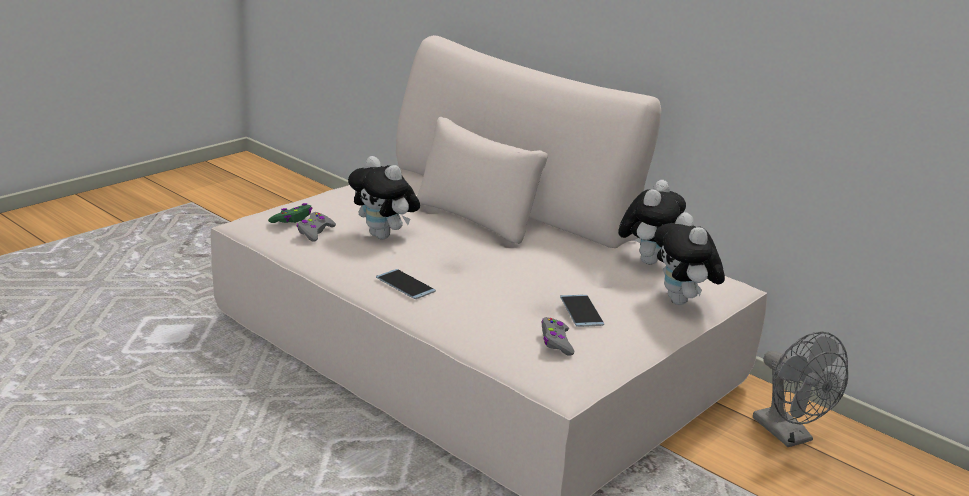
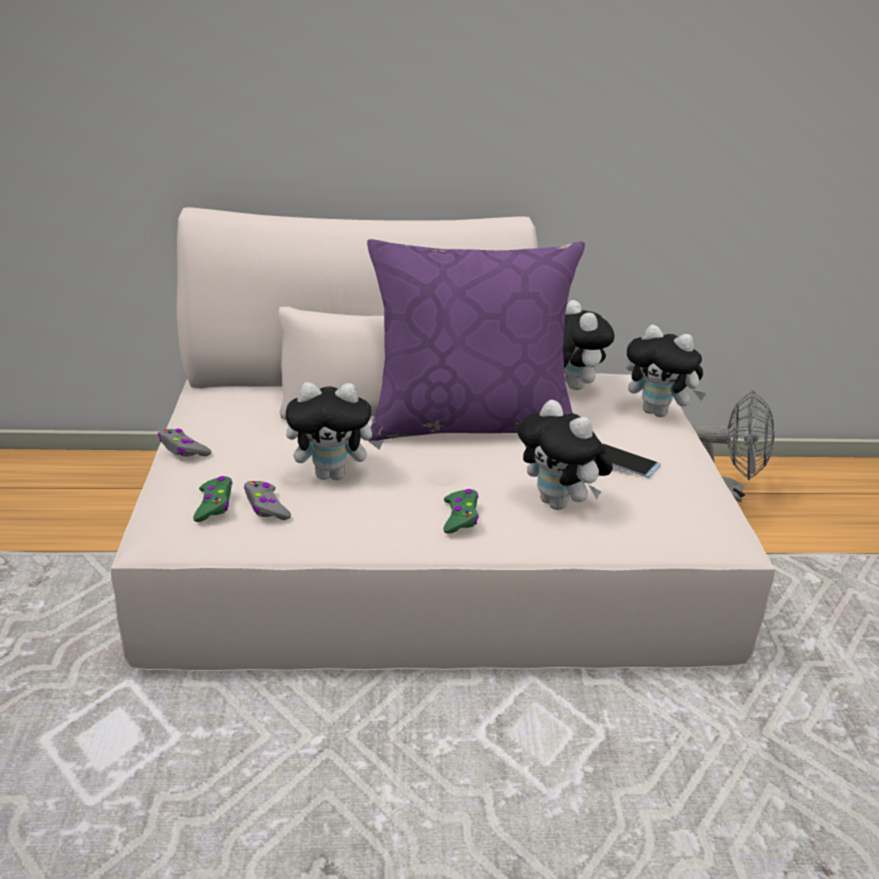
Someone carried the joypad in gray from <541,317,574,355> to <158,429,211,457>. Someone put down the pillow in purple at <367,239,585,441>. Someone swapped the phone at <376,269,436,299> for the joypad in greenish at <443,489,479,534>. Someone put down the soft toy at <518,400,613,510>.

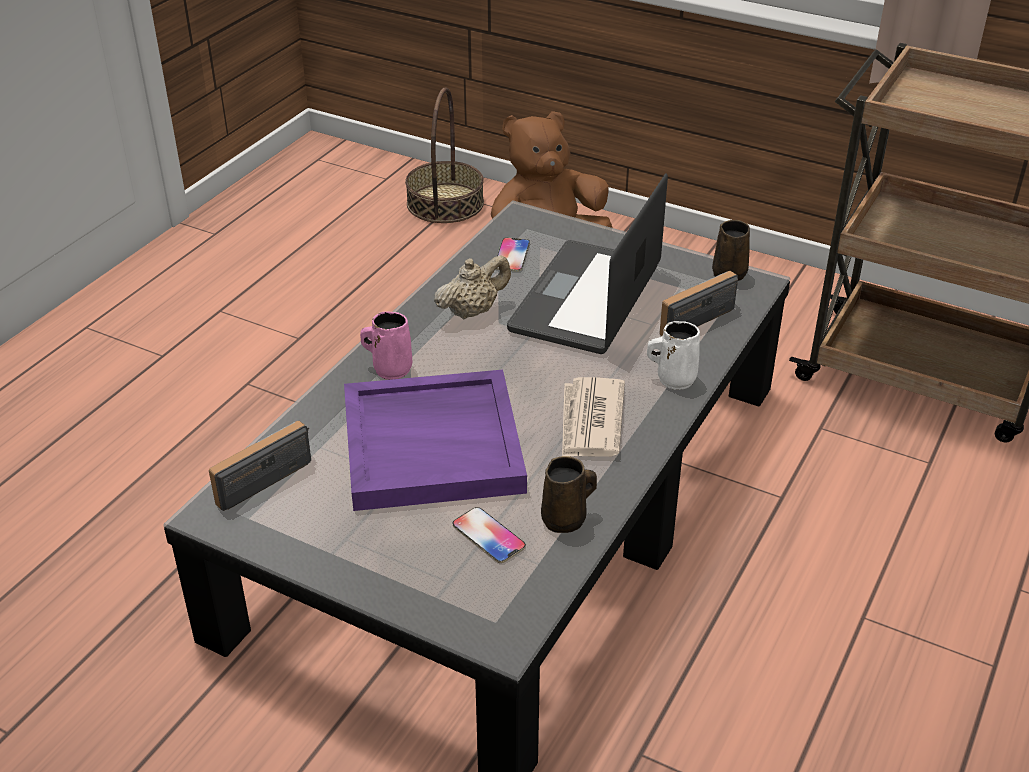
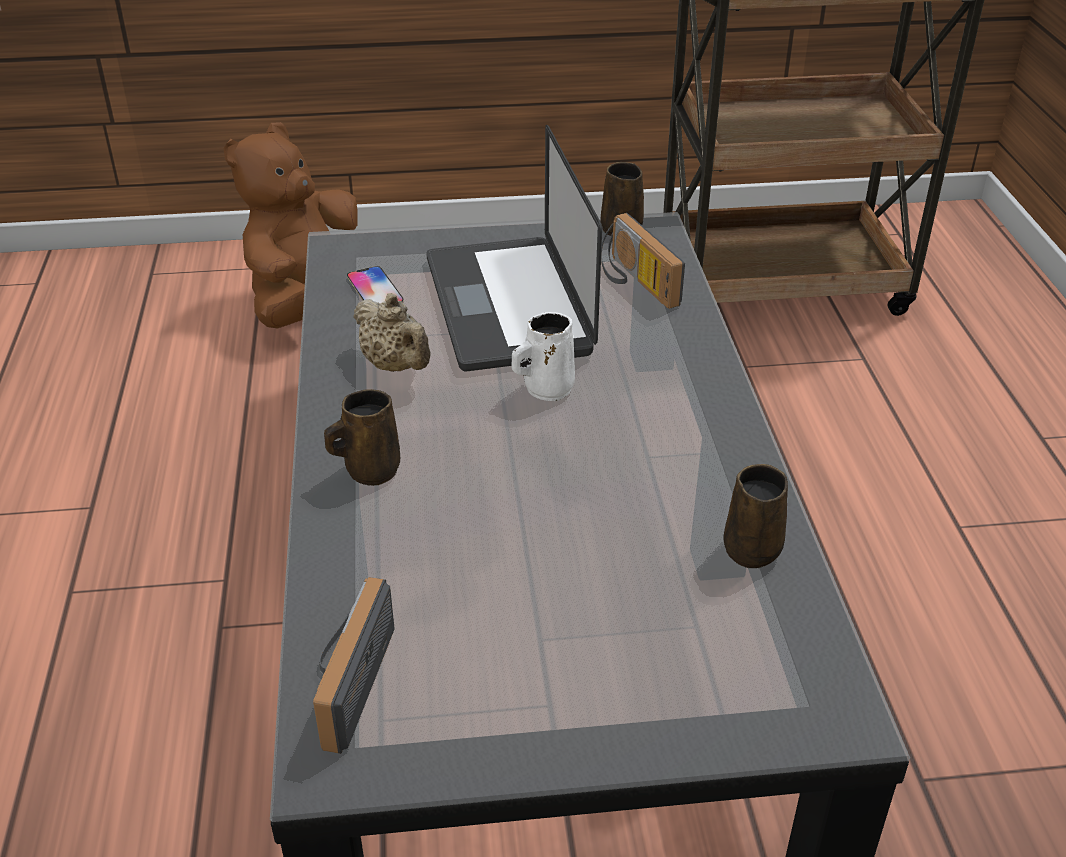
Someone repainted the mug in pink-coloured at <360,312,412,380>, which became the mug in brown at <324,389,400,486>. Someone rotated the tea pot in beige-coloured at <434,255,511,319> by 120 degrees clockwise. Someone carried the mug in white-coloured from <647,321,700,390> to <512,312,575,401>. Someone rotated the radio set at <660,271,738,336> by 45 degrees counterclockwise. Someone took away the serving tray in purple at <344,370,527,511>. Someone took away the storage basket at <405,87,484,223>. Someone took away the phone at <453,507,526,563>. Someone took away the printed paper at <562,377,625,457>.

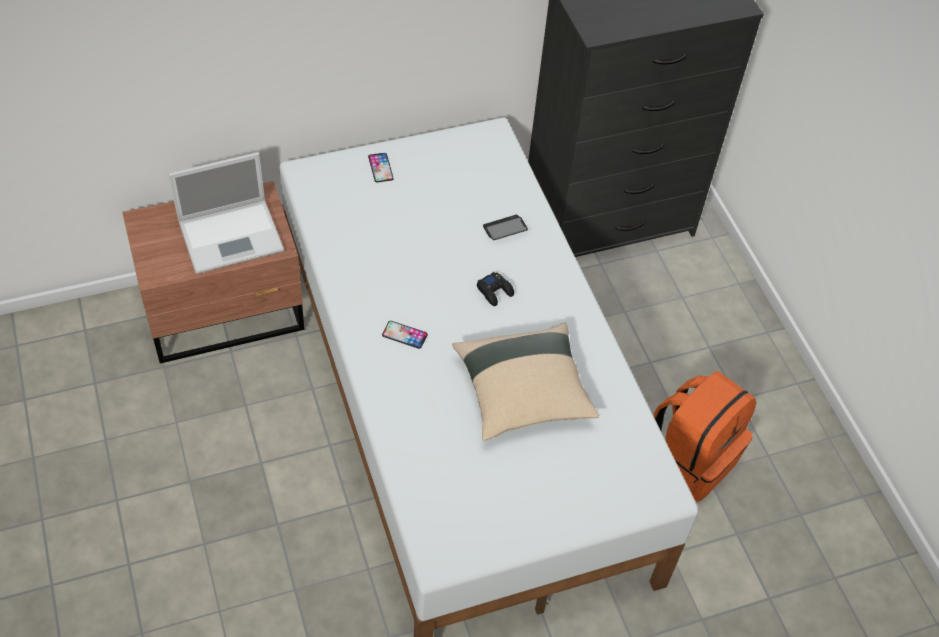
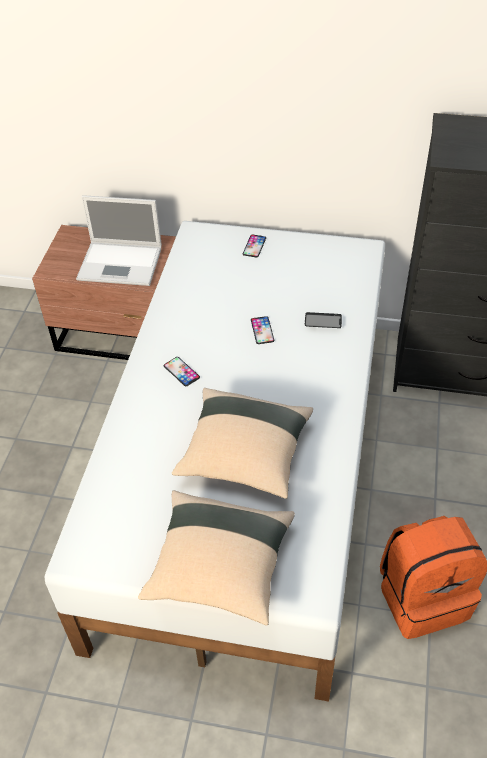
Someone put down the pillow in beige-coloured at <138,490,295,626>. Someone put down the phone at <251,316,274,344>. Someone took away the joypad in black-coloured at <477,272,514,306>.

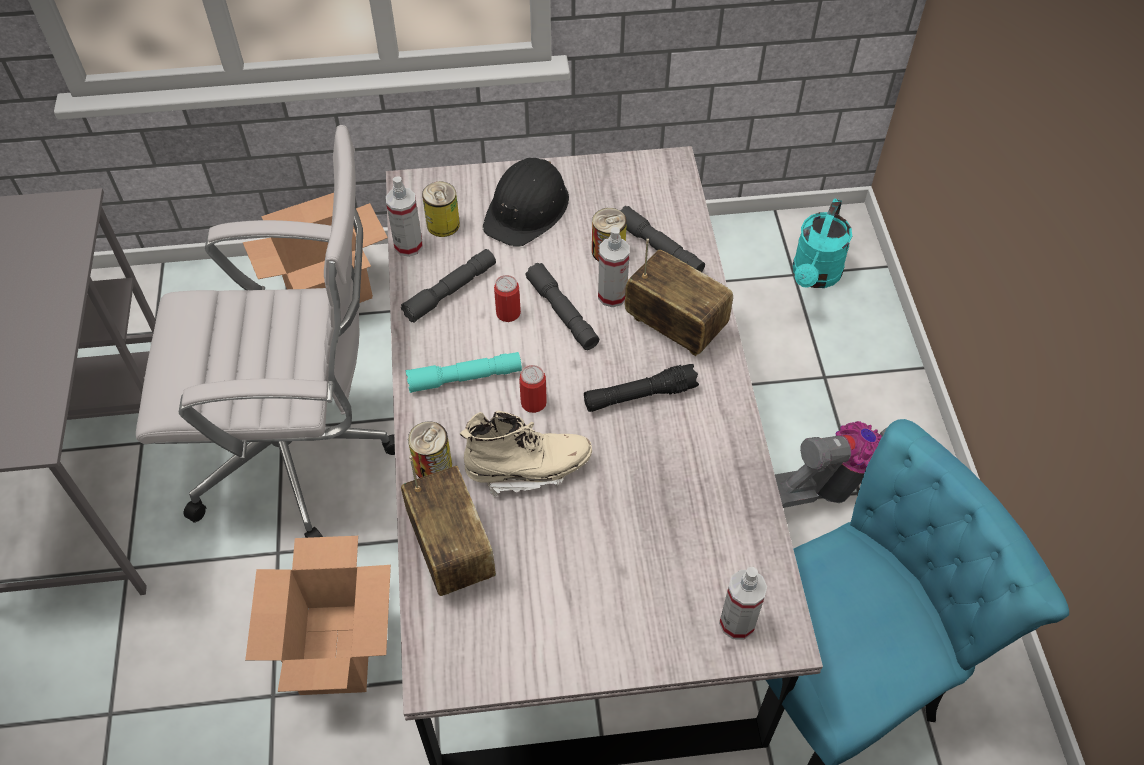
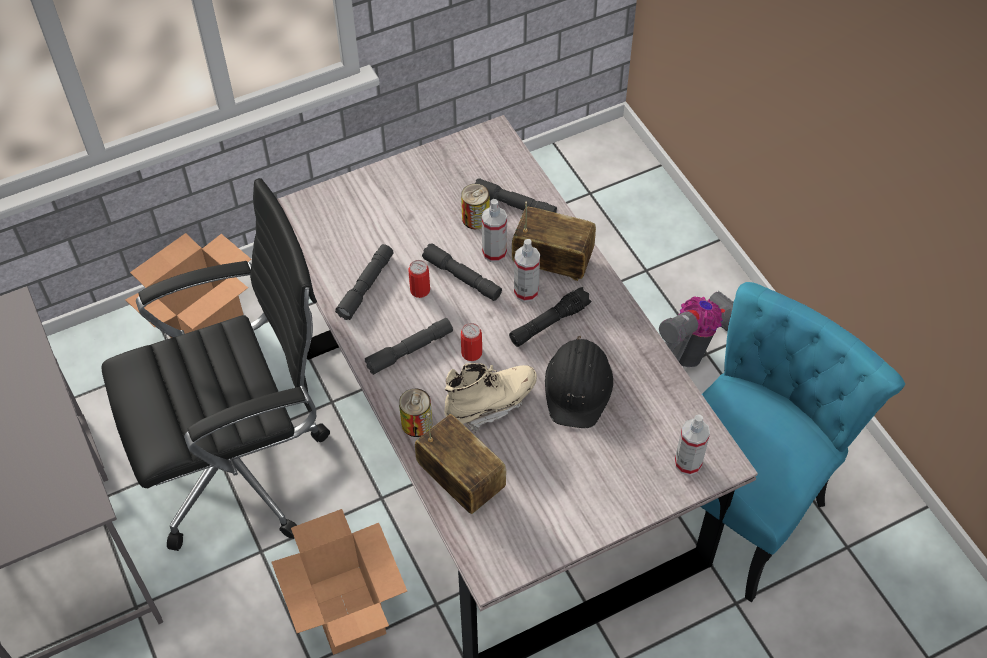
Someone repainted the computer chair in white-coloured at <136,125,395,538>, which became the computer chair in black-coloured at <102,178,330,551>. Someone repainted the hand torch in turquoise at <406,352,522,393>, which became the hand torch in gray at <365,318,453,375>. Someone carried the hand sprayer from <386,176,423,257> to <514,239,540,302>. Someone carried the hard hat in black-coloured from <483,158,569,247> to <545,335,613,428>. Someone took away the sealed can at <422,182,460,237>. Someone took away the sprinkling can in turquoise at <793,199,852,288>.

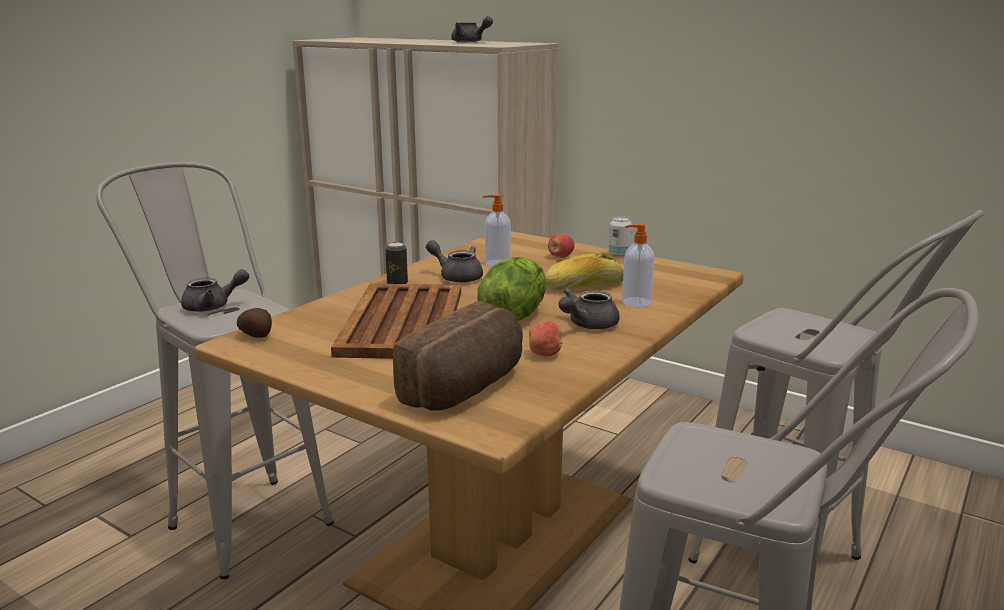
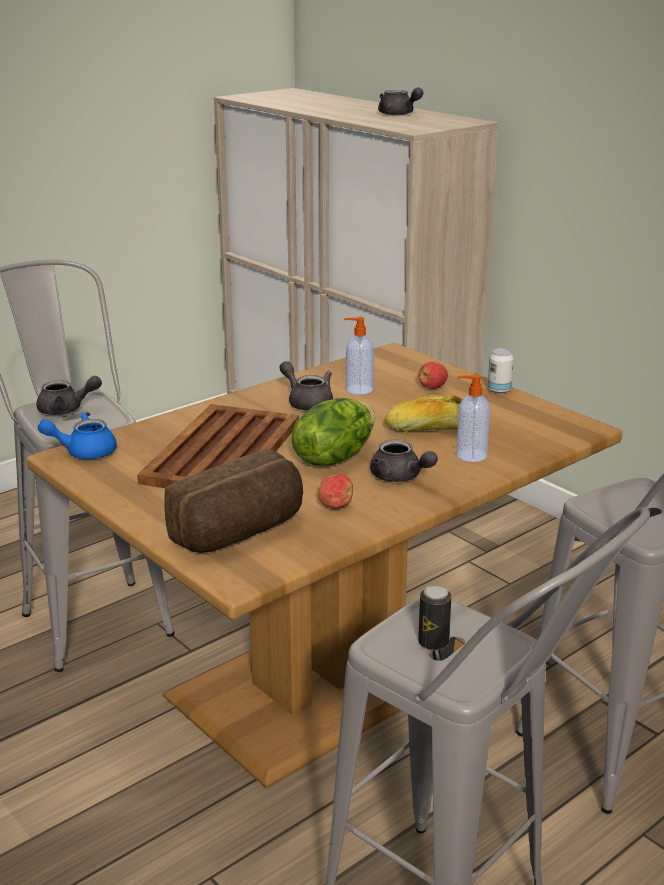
Someone swapped the whole potato at <237,308,272,338> for the tea pot in blue-coloured at <38,412,117,459>. Someone rotated the tea pot in gray at <558,289,620,329> by 105 degrees counterclockwise. Someone carried the sealed can from <385,242,408,284> to <418,585,452,650>.

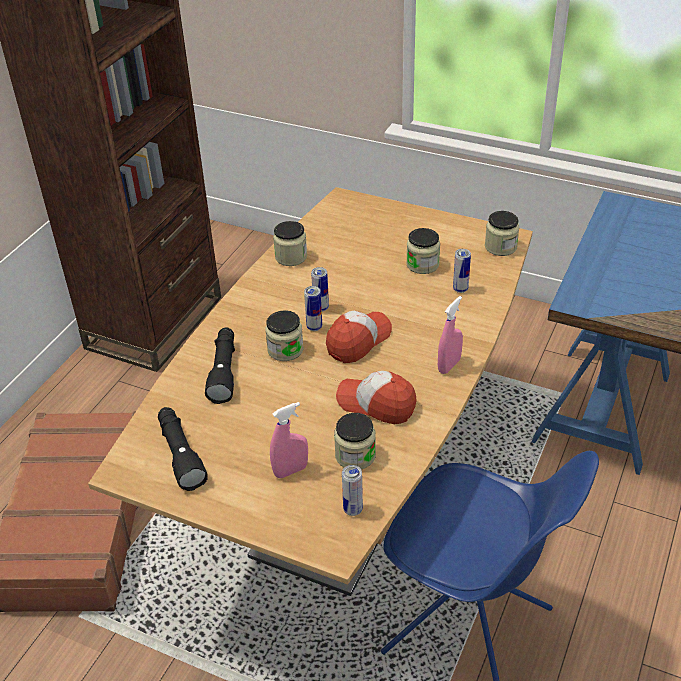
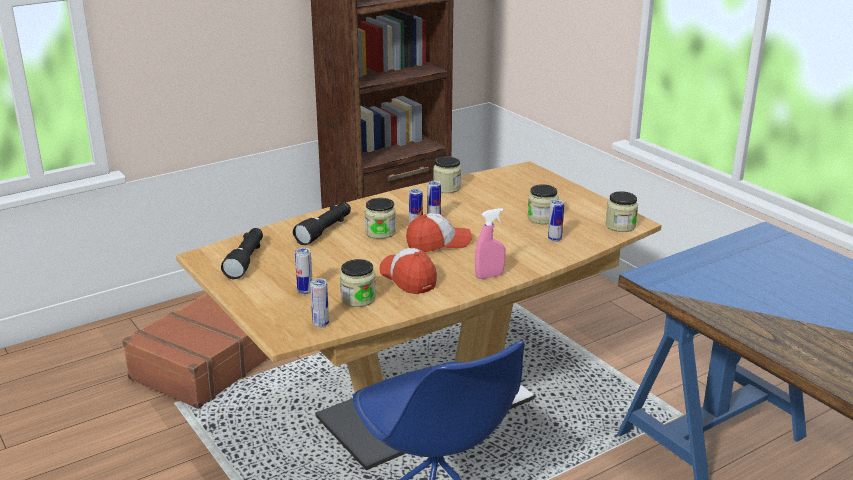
Someone swapped the hand sprayer in pink-coloured at <270,402,308,478> for the sealed can at <295,248,312,294>.

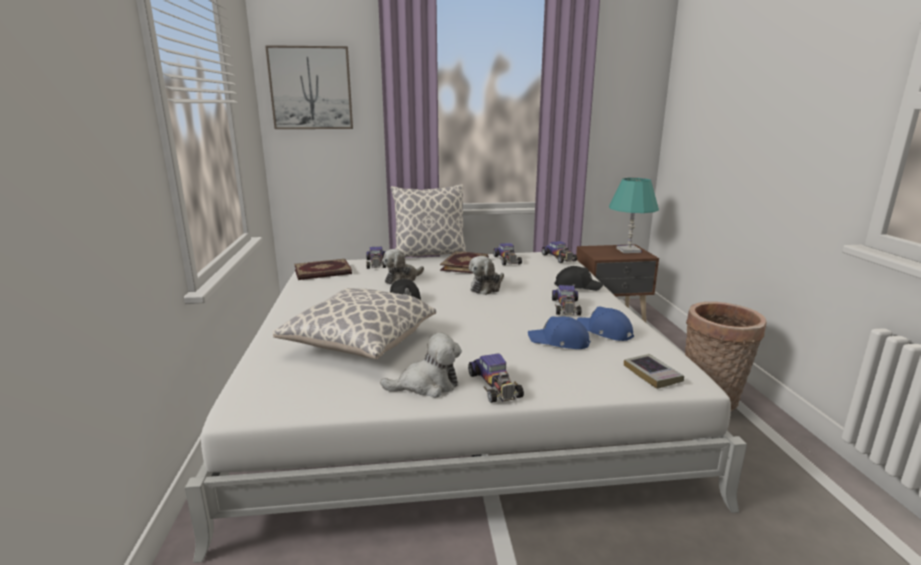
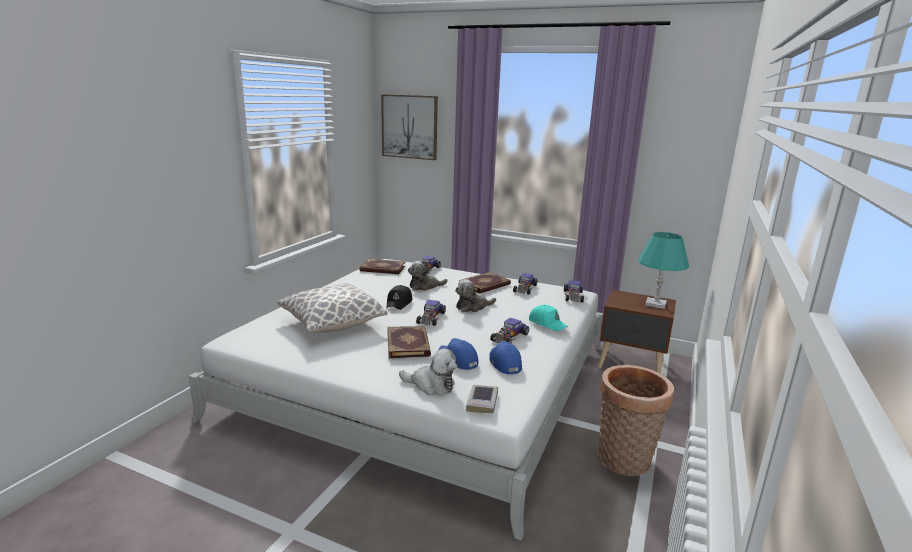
Someone put down the volume at <387,326,431,358>. Someone carried the soft toy from <380,333,462,398> to <399,348,458,395>. Someone carried the miniature car from <468,354,524,403> to <416,300,446,326>. Someone repainted the baseball cap in black-coloured at <554,266,604,291>, which became the baseball cap in turquoise at <529,305,568,331>. Someone took away the pillow at <391,184,466,257>.

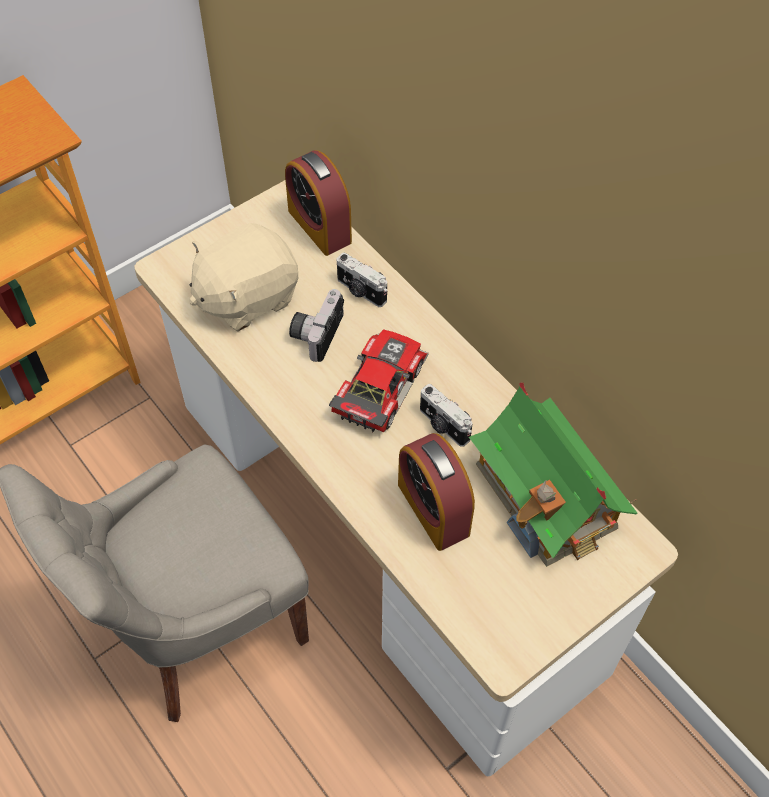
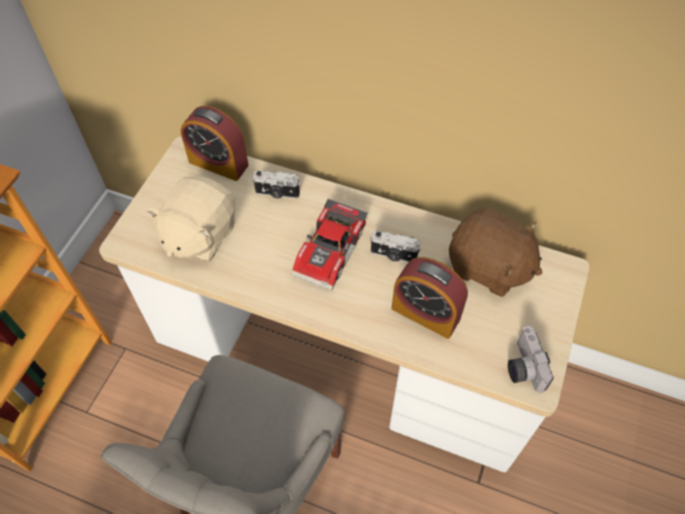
Someone rotated the miniature car at <329,329,429,432> by 150 degrees counterclockwise. Someone swapped the miniature house at <469,382,638,567> for the soft toy in brown at <449,208,543,297>. Someone carried the still camera from <289,289,344,362> to <508,326,554,393>.

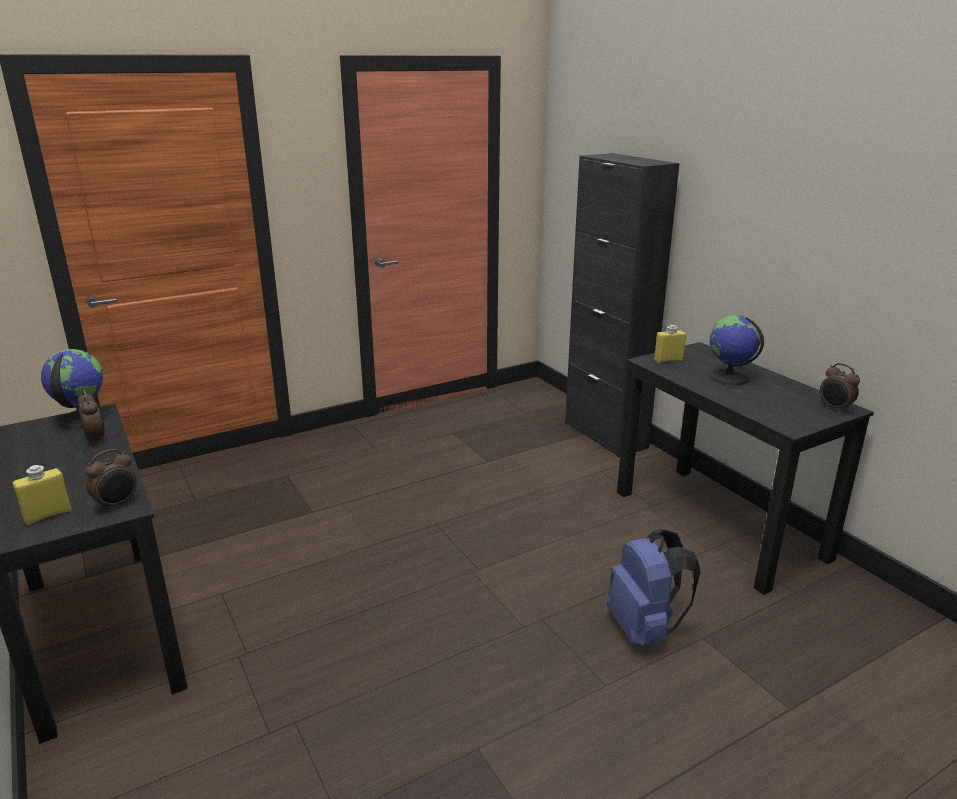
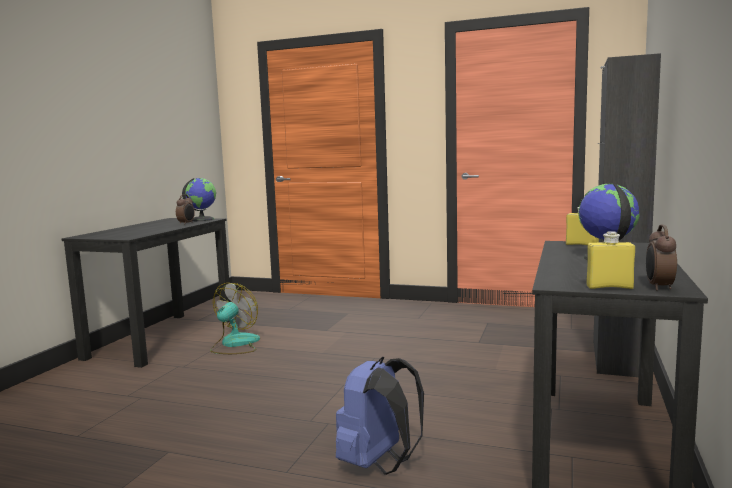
Someone put down the cooling fan at <210,283,260,354>. Someone carried the drink bottle in yellow from <13,465,72,526> to <586,231,635,289>. Someone took away the alarm clock at <86,449,137,512>.

